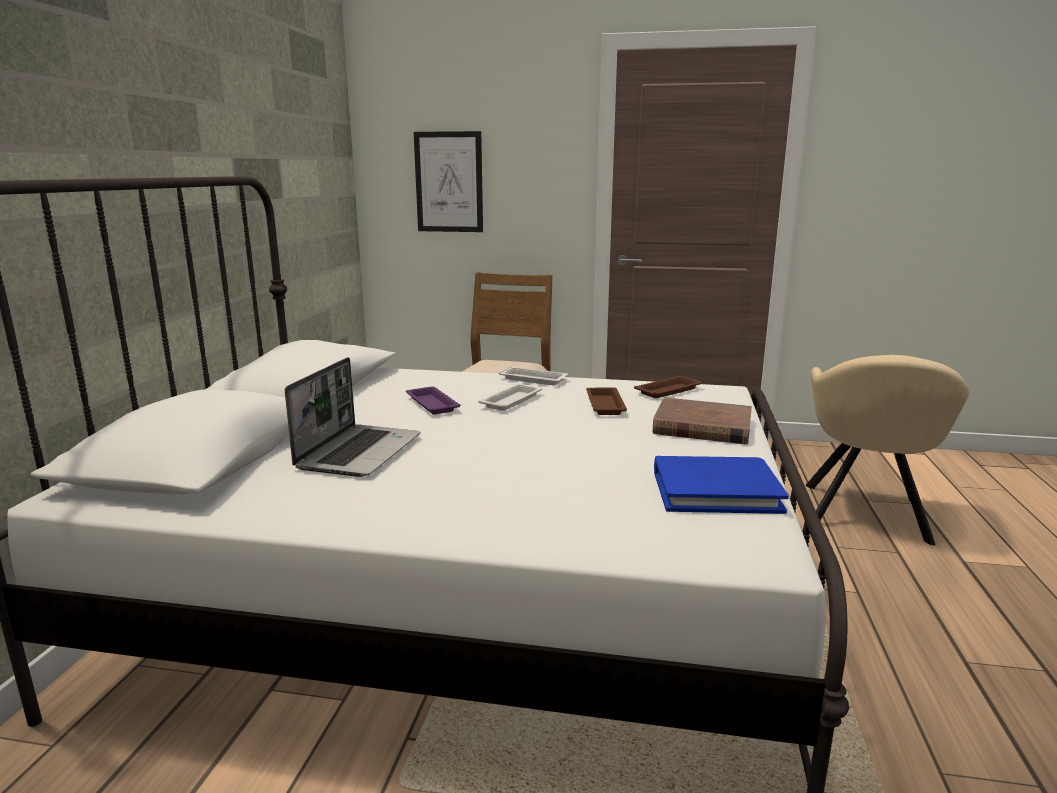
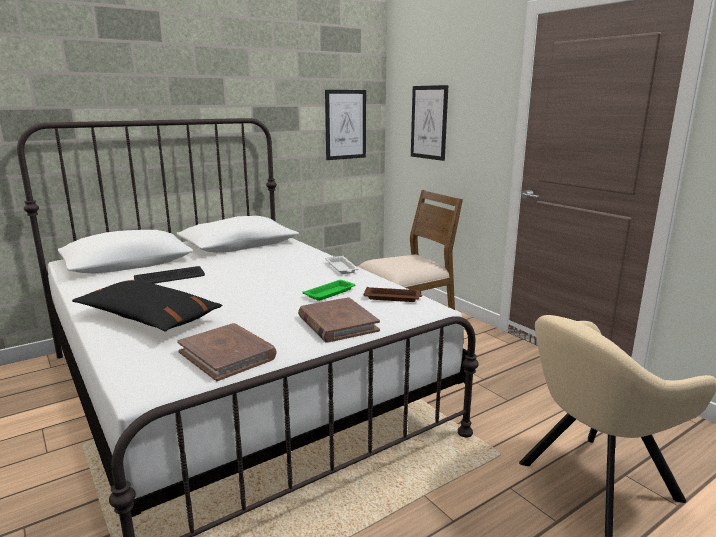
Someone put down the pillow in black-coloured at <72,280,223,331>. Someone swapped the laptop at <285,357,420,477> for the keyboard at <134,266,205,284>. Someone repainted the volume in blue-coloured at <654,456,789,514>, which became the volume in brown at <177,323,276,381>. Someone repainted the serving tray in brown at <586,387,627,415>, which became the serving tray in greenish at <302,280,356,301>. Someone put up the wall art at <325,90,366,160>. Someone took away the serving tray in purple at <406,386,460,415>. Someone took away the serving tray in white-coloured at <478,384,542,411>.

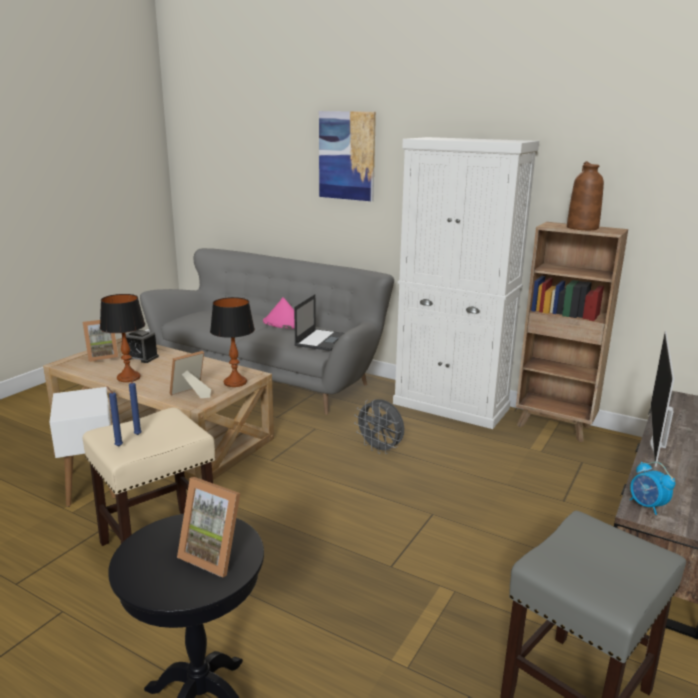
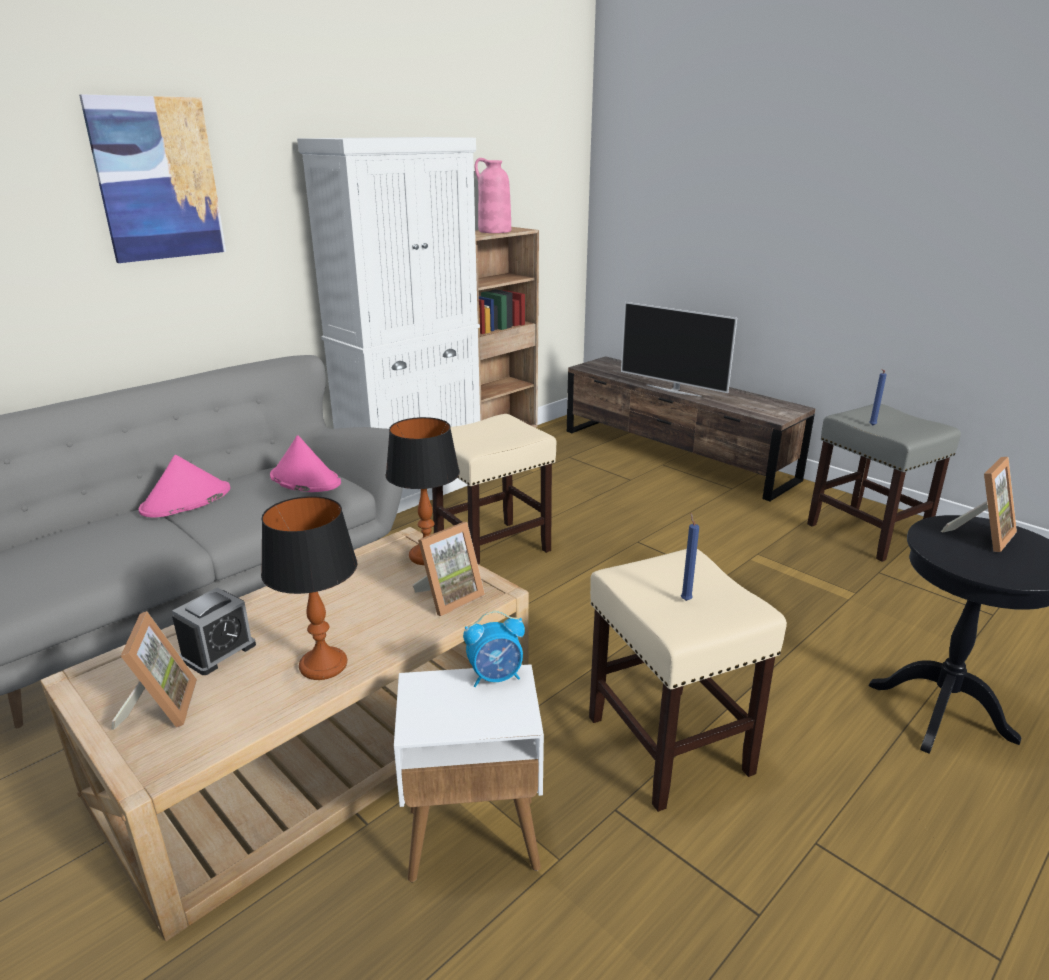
Someone swapped the laptop at <294,294,344,351> for the hat in pink-coloured at <270,435,341,492>. Someone rotated the photo frame at <170,351,211,398> by 105 degrees counterclockwise. Someone swapped the cooling fan in gray at <354,399,404,454> for the stool in beige-coloured at <432,414,556,565>. Someone carried the alarm clock from <630,462,675,515> to <463,611,525,687>. Someone repainted the decorative vase in brown at <567,161,604,230>, which became the decorative vase in pink-coloured at <474,158,511,233>. Someone carried the wax light in blue-coloured from <107,386,123,446> to <869,369,887,426>.

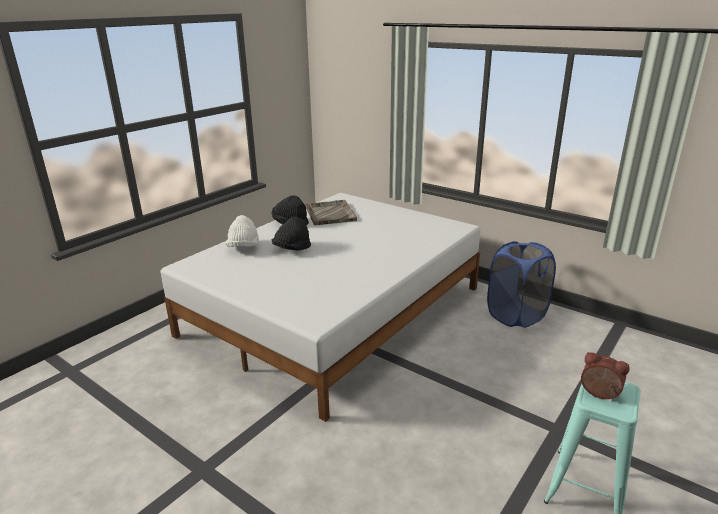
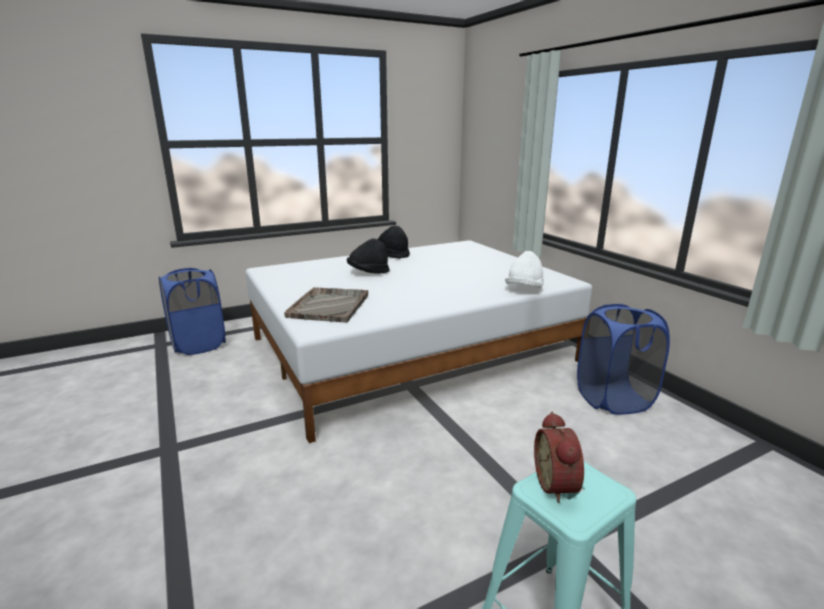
Someone put down the washing basket in blue-coloured at <159,268,226,355>. Someone carried the serving tray in gray from <305,200,357,225> to <284,287,368,323>. Someone carried the hat in white-coloured from <225,215,259,247> to <505,251,544,288>. Someone rotated the alarm clock at <581,352,630,399> by 150 degrees counterclockwise.

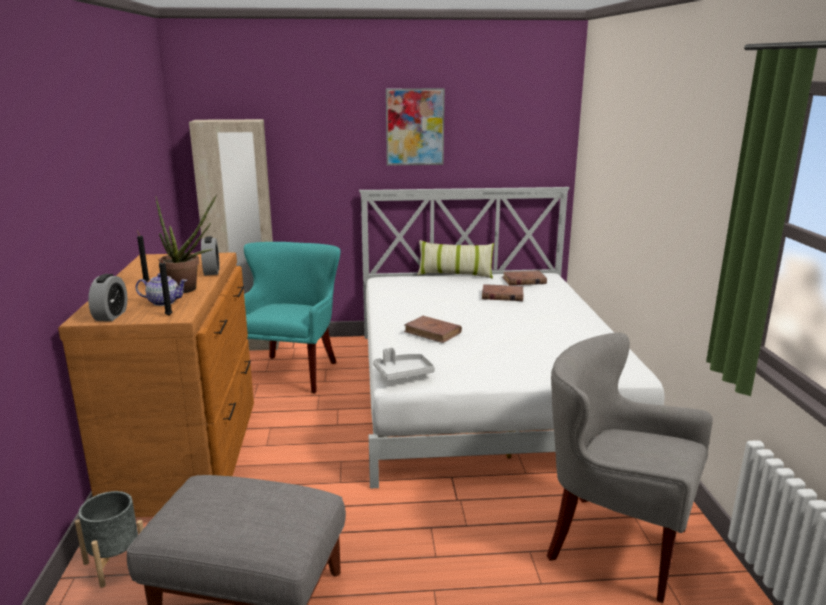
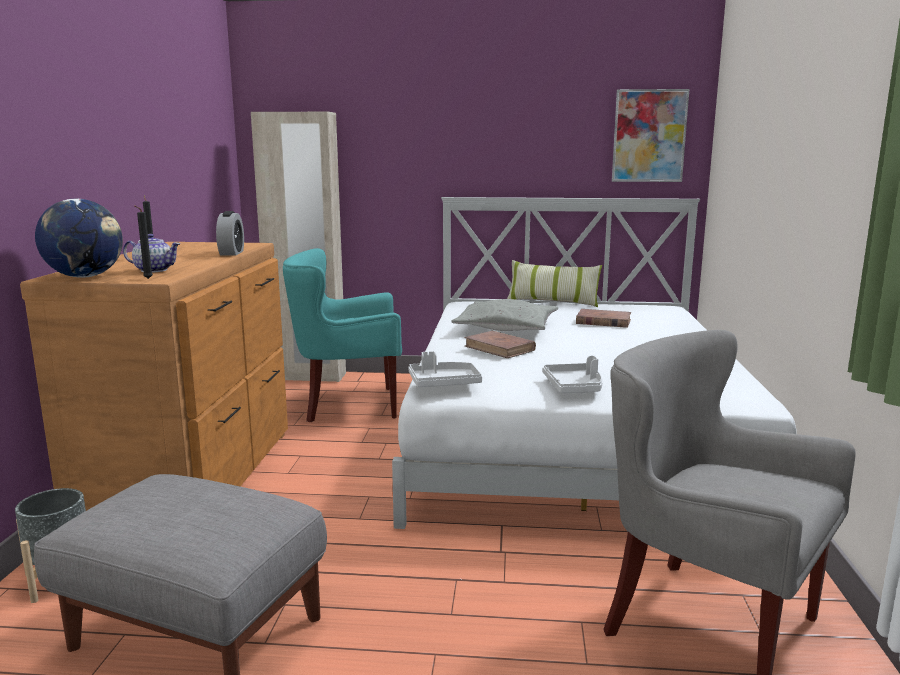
Someone swapped the alarm clock at <88,274,127,321> for the world globe at <35,199,123,278>. Someone rotated the easy chair in turquoise at <244,242,341,394> by 120 degrees counterclockwise. Someone put down the pillow in gray at <452,299,558,331>. Someone put down the serving tray in gray at <543,355,603,393>. Someone carried the wall art from <386,88,445,166> to <612,89,689,182>. Someone took away the houseplant at <155,194,217,293>. Someone took away the volume in brown at <502,270,547,285>.

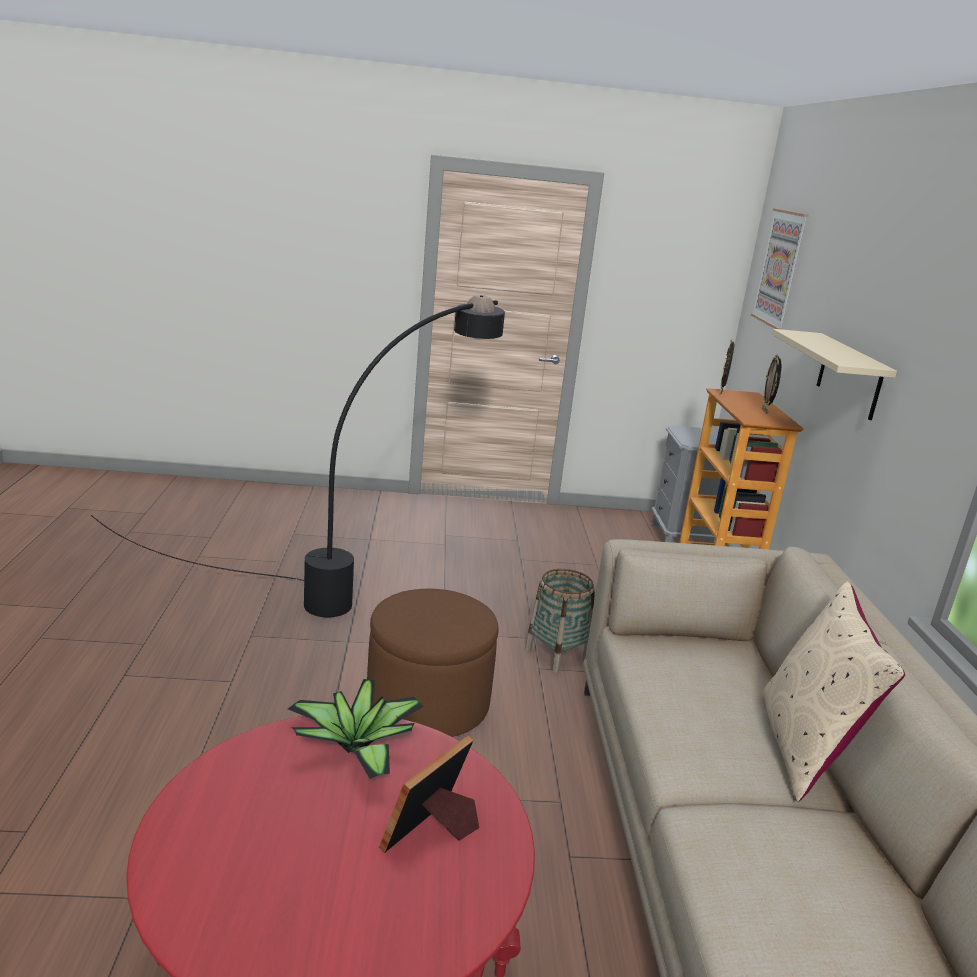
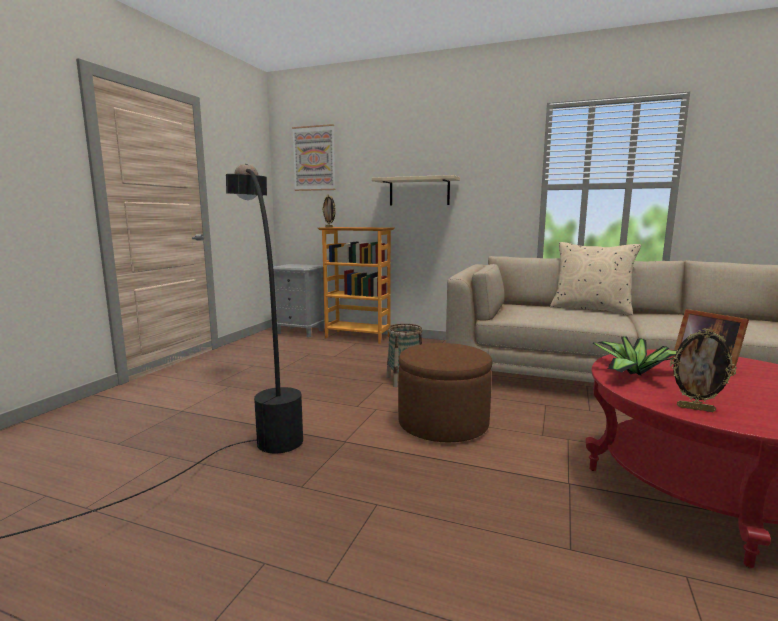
Someone carried the photo frame from <762,354,781,414> to <670,328,737,412>.

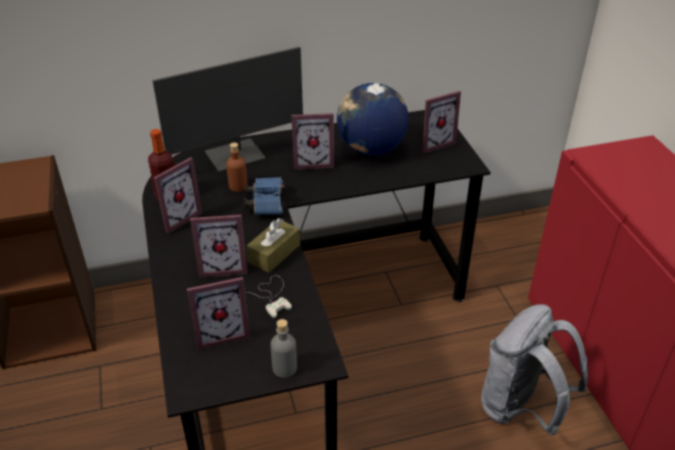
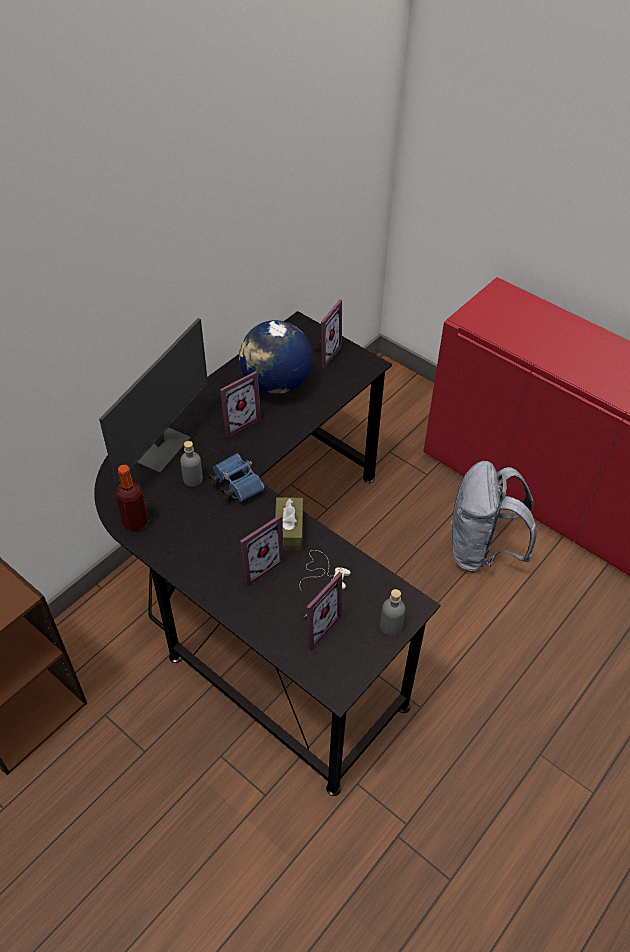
Someone repainted the drink bottle in brown at <226,142,248,192>, which became the drink bottle in gray at <180,441,203,487>. Someone took away the photo frame at <154,157,202,234>.

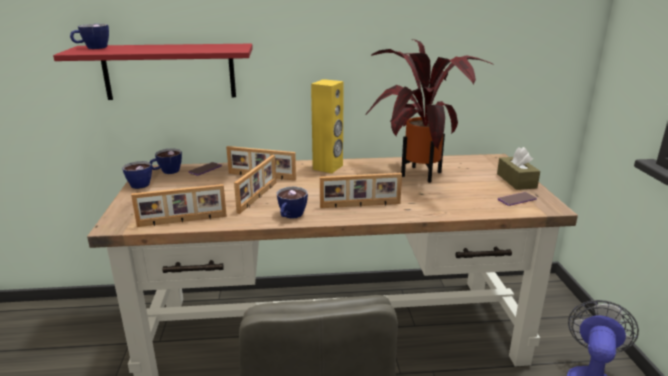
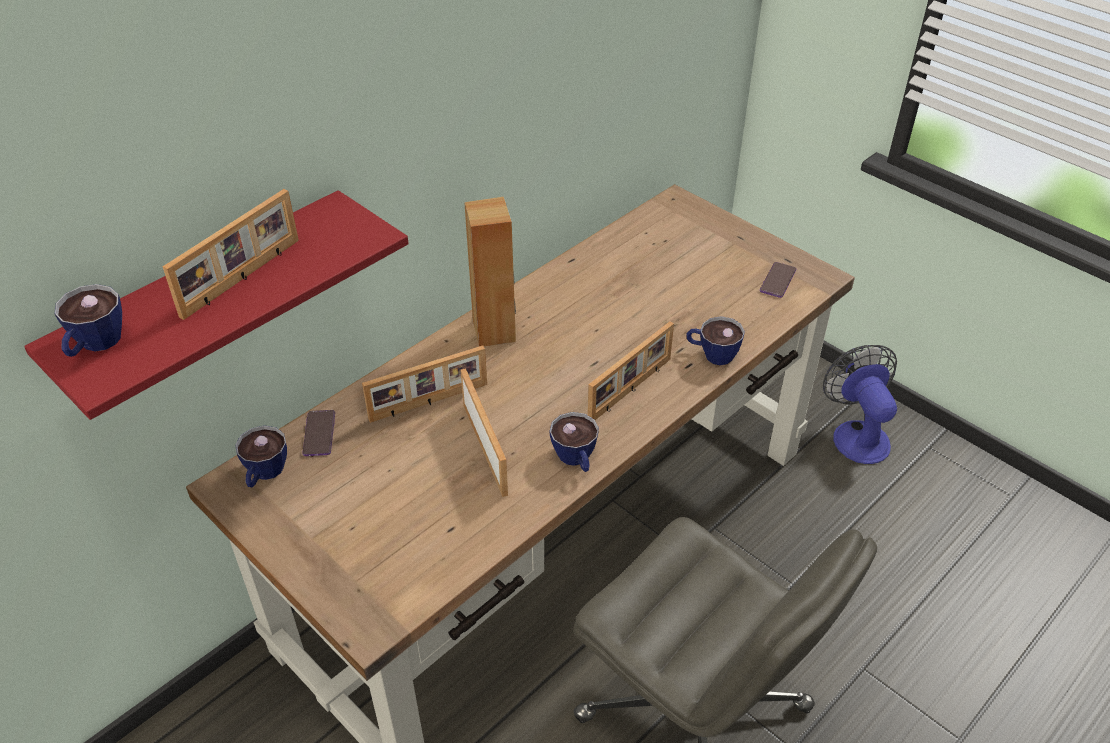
Someone carried the photo frame from <131,184,227,227> to <163,189,299,320>. Someone repainted the audio speaker in yellow at <311,79,344,173>, which became the audio speaker in brown at <464,197,516,346>. Someone carried the small cup from <122,161,152,189> to <686,316,745,365>. Someone took away the houseplant at <365,39,493,183>. Someone took away the tissue holder in brown at <497,147,540,190>.

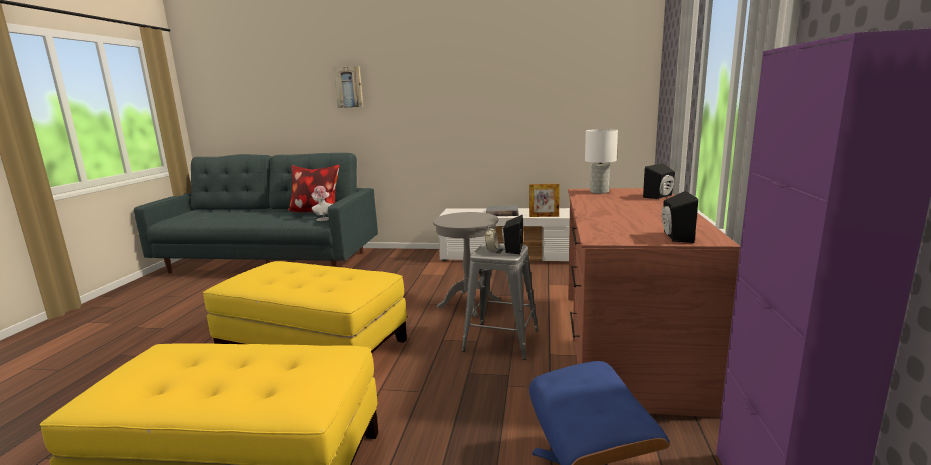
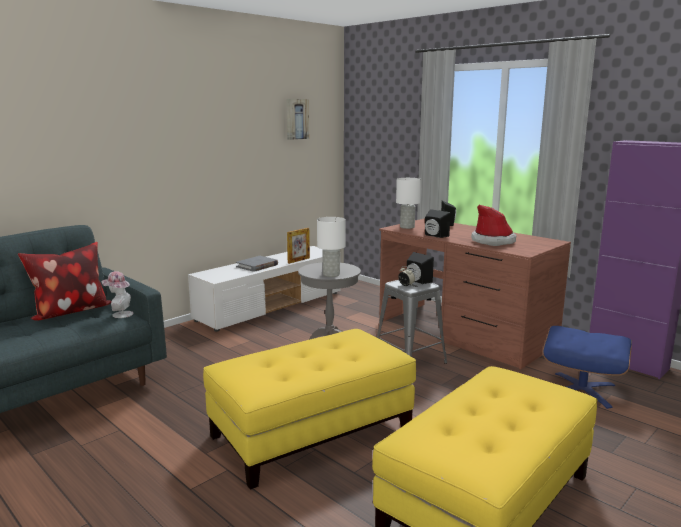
Someone carried the wall art from <334,66,363,108> to <286,99,309,140>. Someone put down the tabletop lamp in white-coloured at <317,217,345,277>. Someone carried the audio speaker in black-coloured from <662,191,698,243> to <425,209,451,238>. Someone put down the hat at <471,205,516,246>.

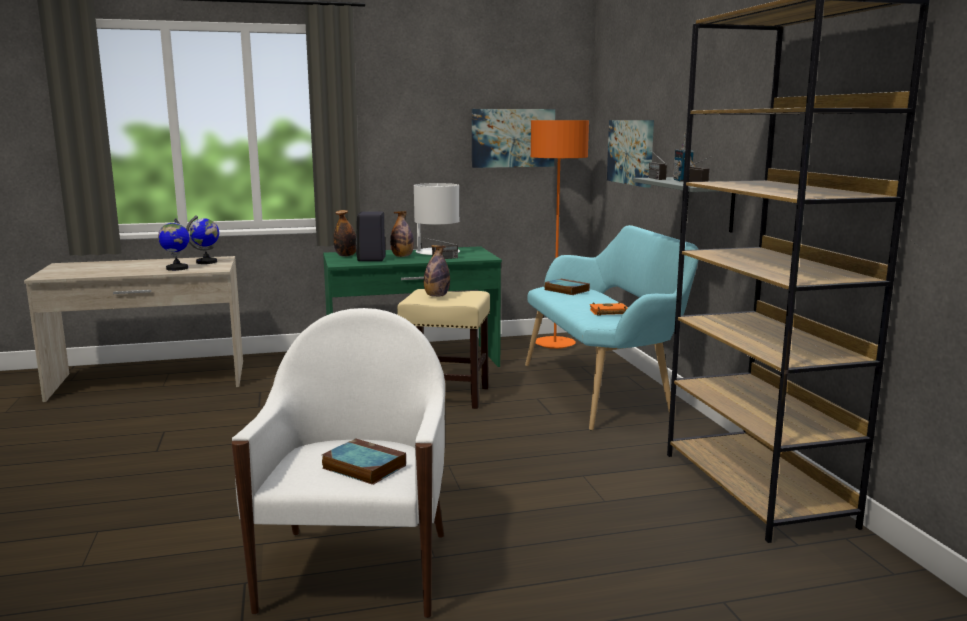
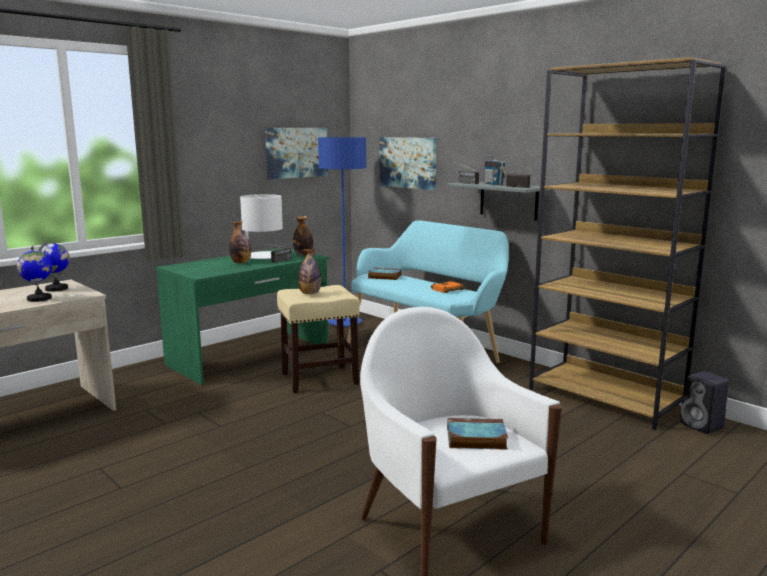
Someone carried the drink bottle from <333,210,356,257> to <293,216,313,256>. Someone repainted the standard lamp in orange-coloured at <531,120,589,349>, which became the standard lamp in blue-coloured at <318,137,366,327>. Someone carried the audio speaker in black-coloured from <356,211,386,261> to <680,371,729,434>.

